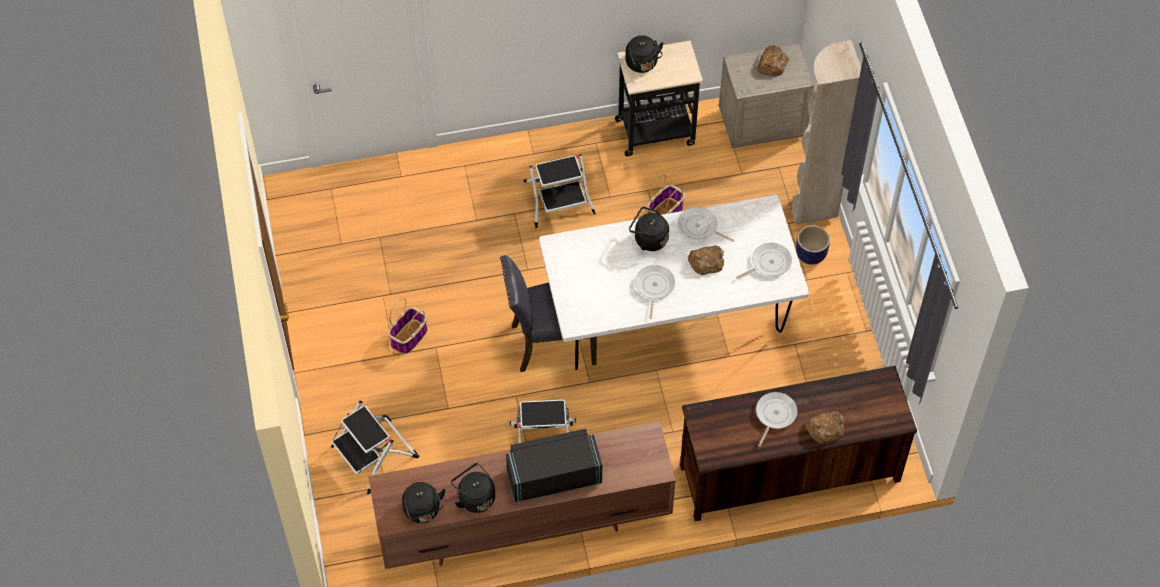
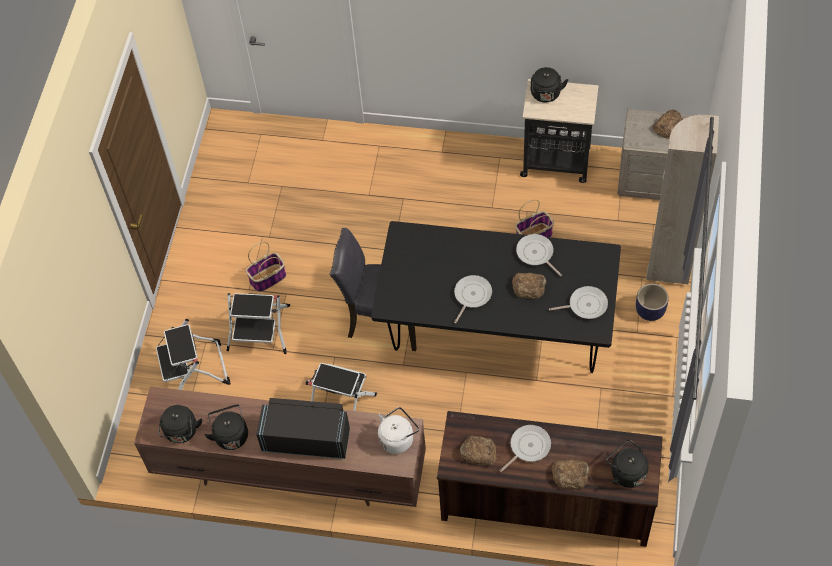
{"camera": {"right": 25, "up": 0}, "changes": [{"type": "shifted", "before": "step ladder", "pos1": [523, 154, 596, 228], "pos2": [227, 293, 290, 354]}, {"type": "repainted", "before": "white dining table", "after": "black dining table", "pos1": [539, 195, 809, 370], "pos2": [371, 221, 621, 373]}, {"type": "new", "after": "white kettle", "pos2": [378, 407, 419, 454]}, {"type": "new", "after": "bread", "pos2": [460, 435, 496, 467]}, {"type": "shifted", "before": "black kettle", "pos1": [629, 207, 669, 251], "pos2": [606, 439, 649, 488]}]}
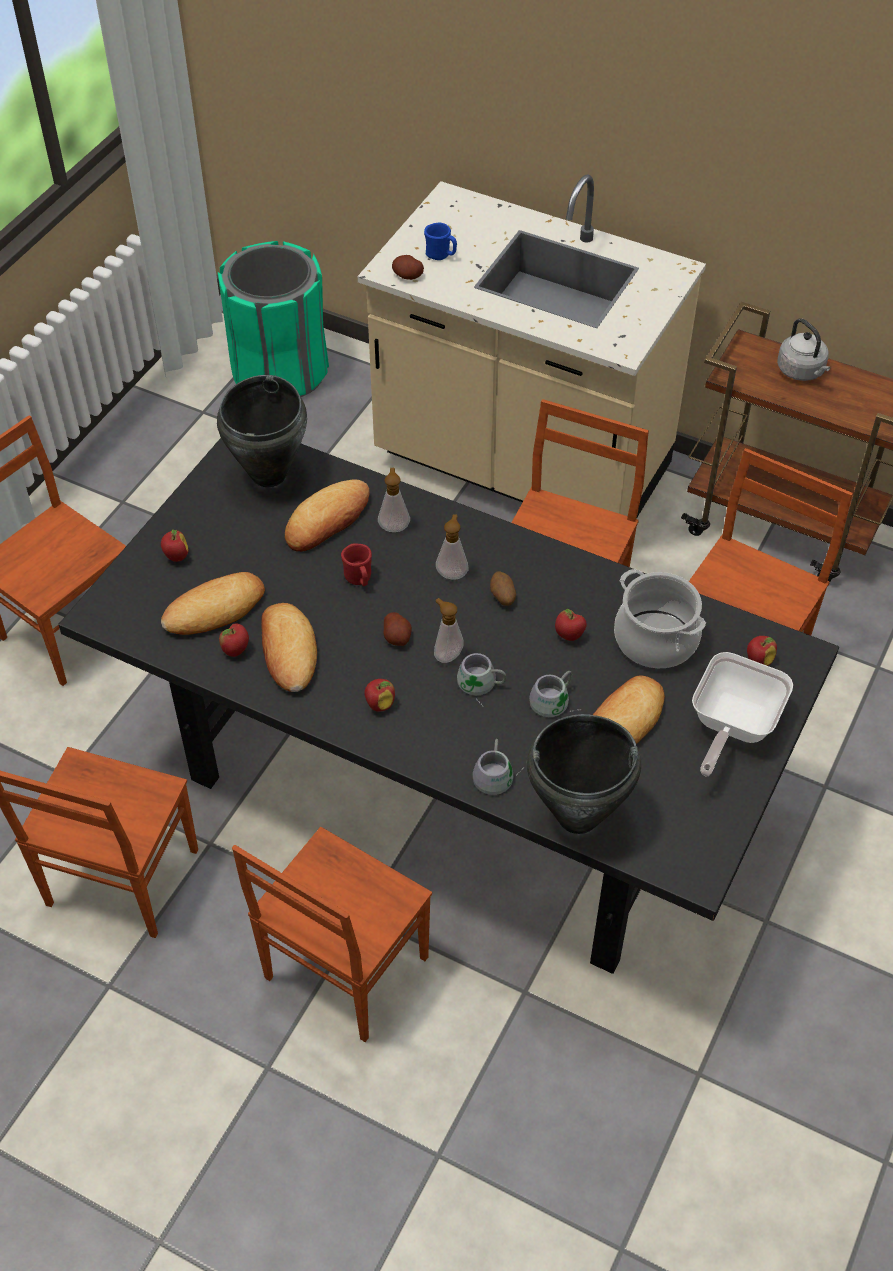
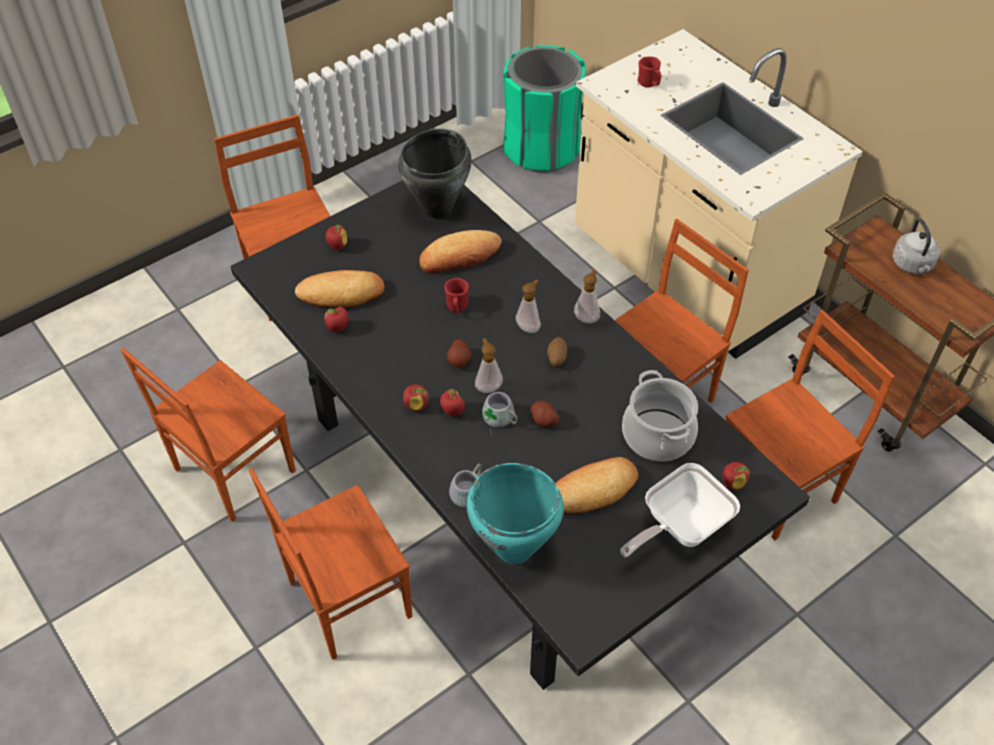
{"camera": {"right": 25, "up": 0}, "changes": [{"type": "shifted", "before": "apple", "pos1": [555, 609, 587, 641], "pos2": [440, 389, 465, 417]}, {"type": "repainted", "before": "black cooking pot", "after": "turquoise cooking pot", "pos1": [527, 714, 641, 834], "pos2": [467, 463, 564, 564]}, {"type": "shifted", "before": "potato", "pos1": [392, 255, 424, 280], "pos2": [531, 401, 559, 427]}, {"type": "shifted", "before": "soap dispenser", "pos1": [378, 468, 410, 532], "pos2": [574, 270, 600, 323]}, {"type": "repainted", "before": "blue mug", "after": "red mug", "pos1": [424, 223, 457, 260], "pos2": [637, 56, 661, 88]}, {"type": "gone", "before": "bread", "pos1": [261, 603, 317, 692]}, {"type": "gone", "before": "grey mug", "pos1": [529, 671, 581, 717]}]}
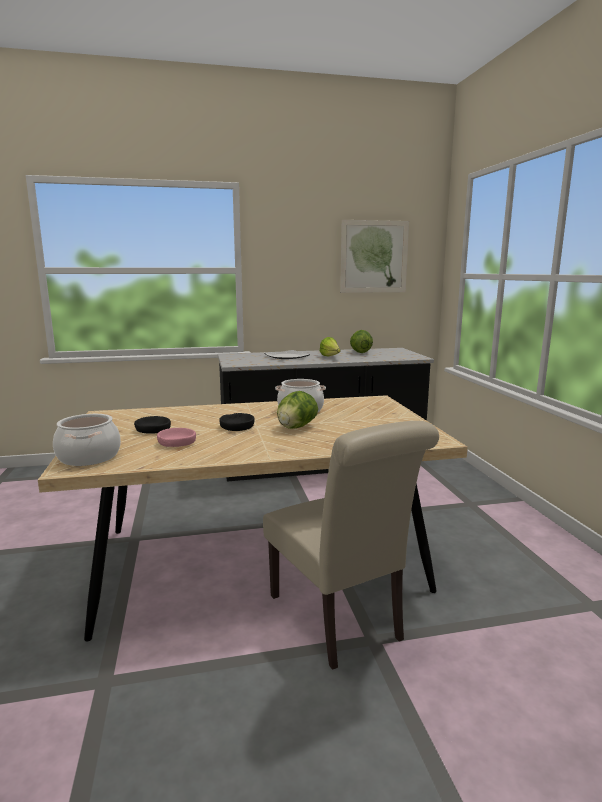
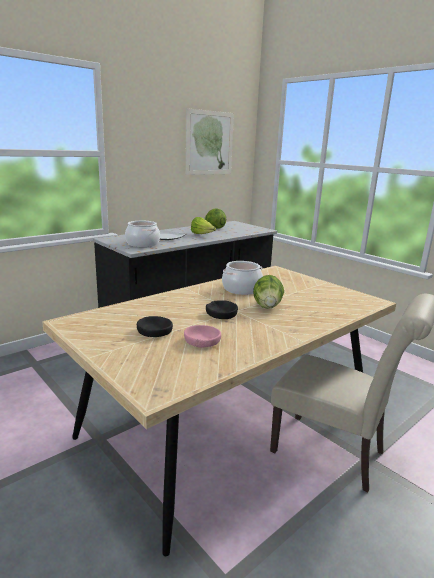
{"camera": {"right": -30, "up": 5}, "changes": [{"type": "shifted", "before": "cooking pot", "pos1": [53, 414, 121, 466], "pos2": [125, 221, 160, 247]}]}
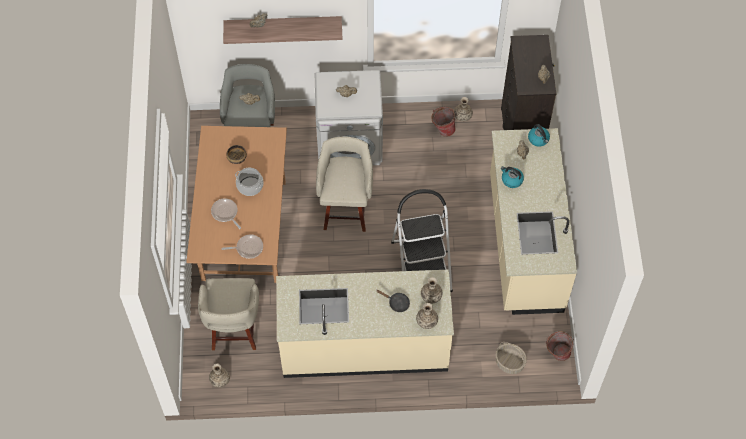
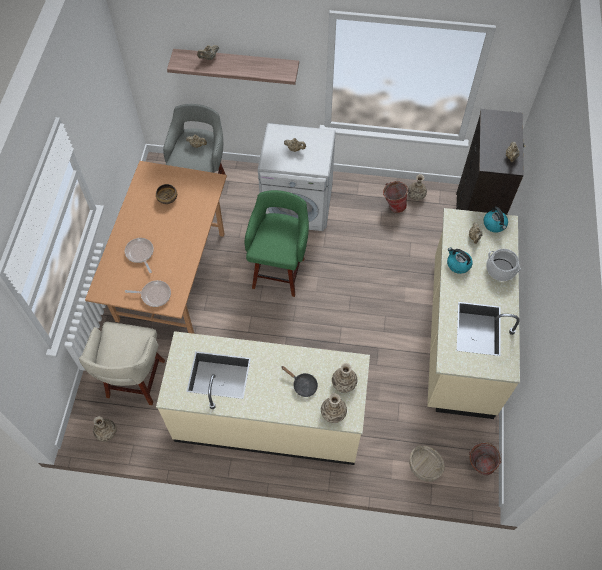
{"camera": {"right": 10, "up": 0}, "changes": [{"type": "repainted", "before": "beige stool", "after": "green stool", "pos1": [316, 137, 373, 232], "pos2": [245, 190, 309, 297]}, {"type": "shifted", "before": "cooking pot", "pos1": [235, 168, 264, 196], "pos2": [486, 249, 521, 281]}, {"type": "gone", "before": "step ladder", "pos1": [391, 189, 453, 292]}]}
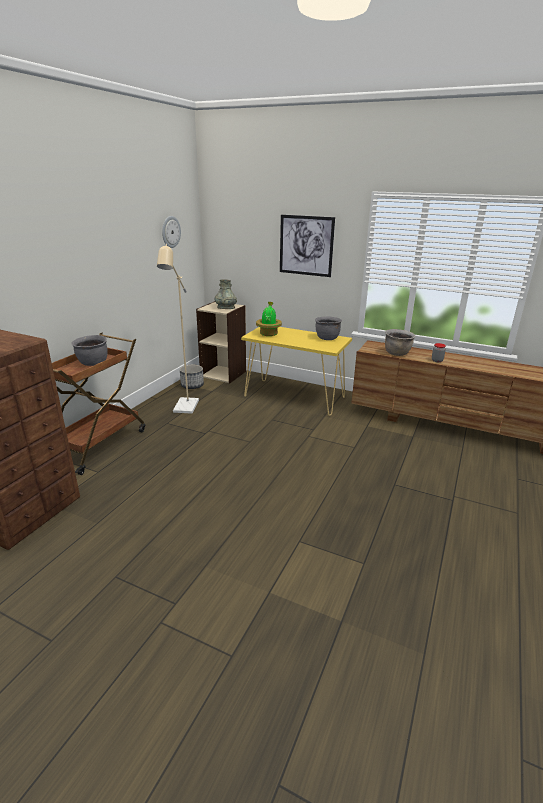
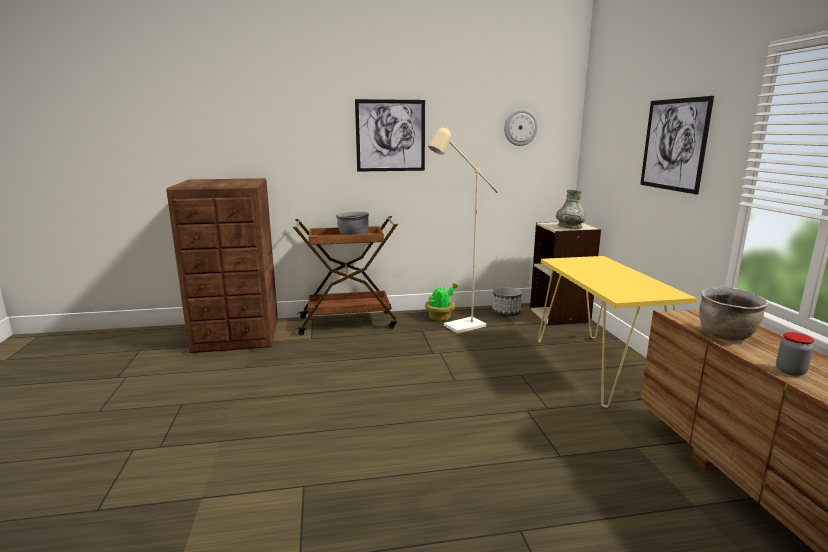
{"camera": {"right": 55, "up": -10}, "changes": [{"type": "new", "after": "picture", "pos2": [355, 99, 425, 172]}, {"type": "shifted", "before": "potted plant", "pos1": [256, 302, 282, 336], "pos2": [425, 283, 459, 321]}, {"type": "gone", "before": "grey cooking pot", "pos1": [315, 316, 342, 340]}]}
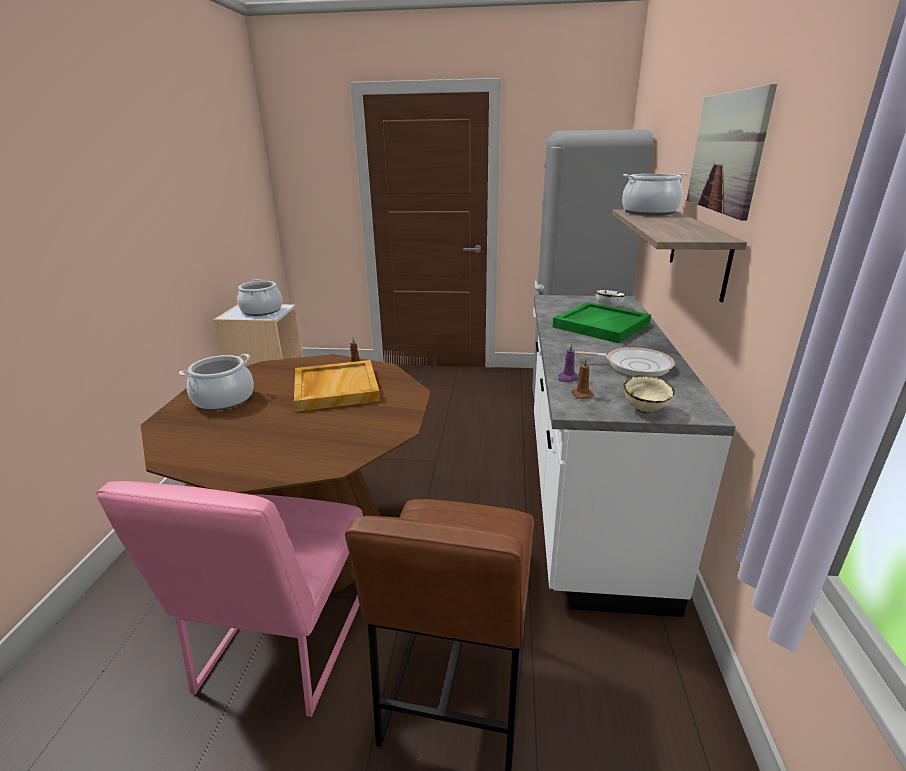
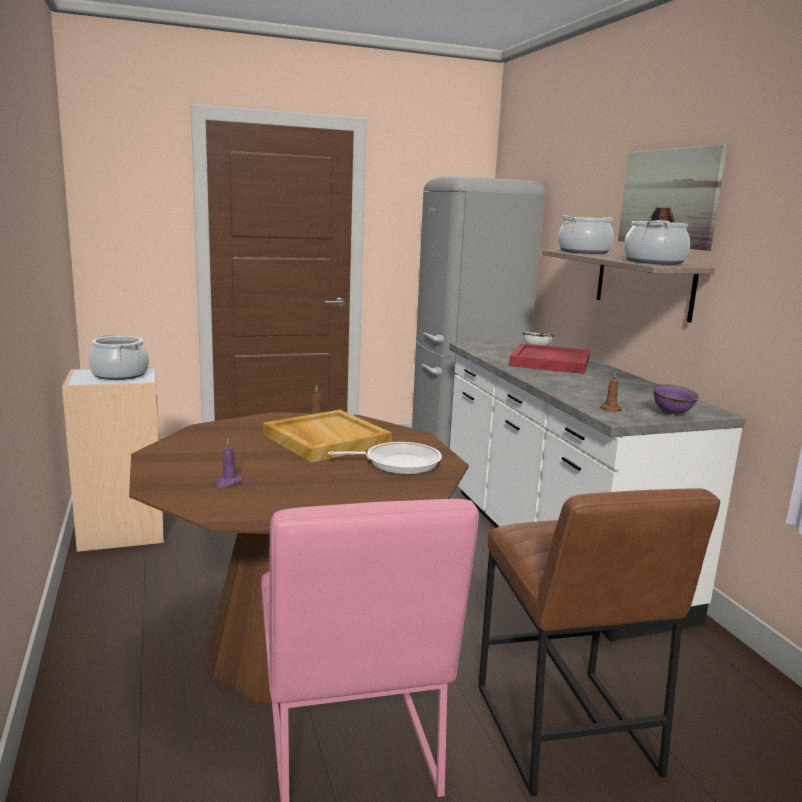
{"camera": {"right": -25, "up": -10}, "changes": [{"type": "shifted", "before": "purple candle", "pos1": [558, 343, 579, 382], "pos2": [216, 439, 243, 487]}, {"type": "shifted", "before": "frying pan", "pos1": [574, 347, 675, 377], "pos2": [328, 442, 442, 474]}, {"type": "repainted", "before": "green tray", "after": "red tray", "pos1": [553, 302, 651, 343], "pos2": [509, 343, 590, 374]}, {"type": "shifted", "before": "cooking pot", "pos1": [179, 354, 254, 411], "pos2": [623, 220, 690, 265]}, {"type": "repainted", "before": "beige bowl", "after": "purple bowl", "pos1": [623, 375, 675, 413], "pos2": [653, 384, 699, 416]}]}
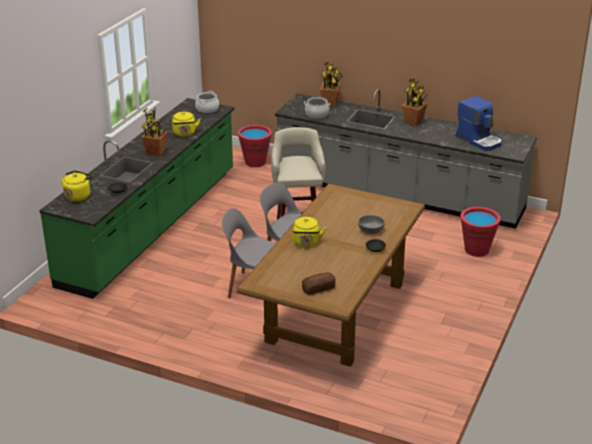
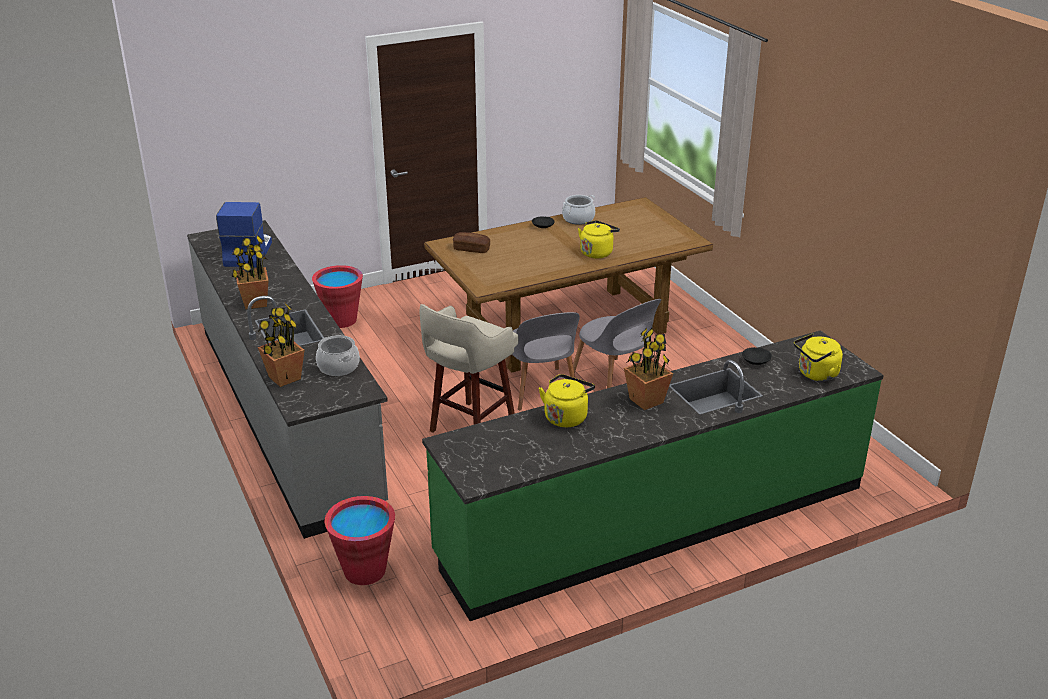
{"camera": {"right": -140, "up": 0}, "changes": [{"type": "shifted", "before": "bread", "pos1": [302, 273, 336, 295], "pos2": [453, 232, 490, 253]}, {"type": "shifted", "before": "cooking pot", "pos1": [195, 91, 219, 114], "pos2": [562, 195, 595, 225]}, {"type": "gone", "before": "grey bowl", "pos1": [358, 215, 385, 234]}]}
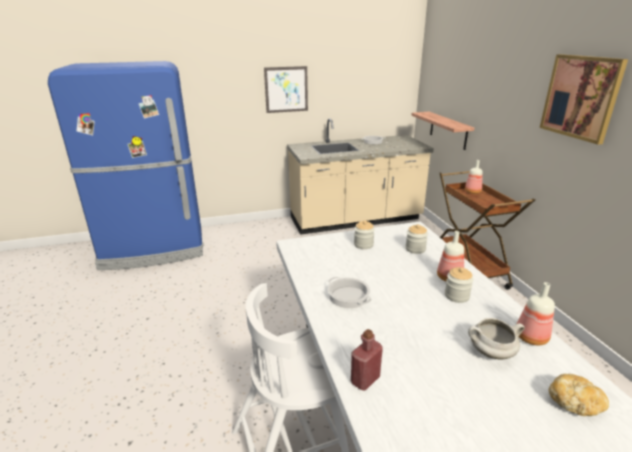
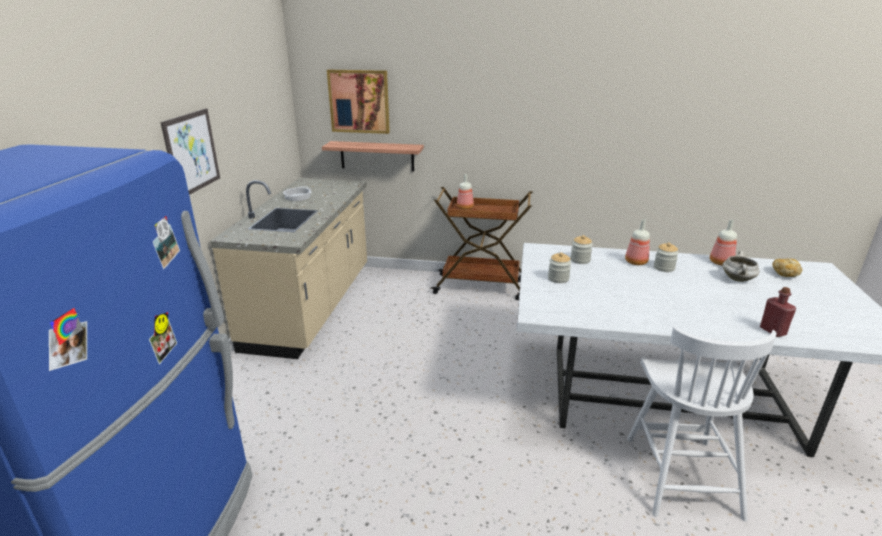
{"camera": {"right": -65, "up": 0}, "changes": [{"type": "shifted", "before": "picture", "pos1": [540, 54, 628, 145], "pos2": [327, 70, 390, 134]}, {"type": "gone", "before": "cooking pot", "pos1": [328, 277, 372, 308]}]}
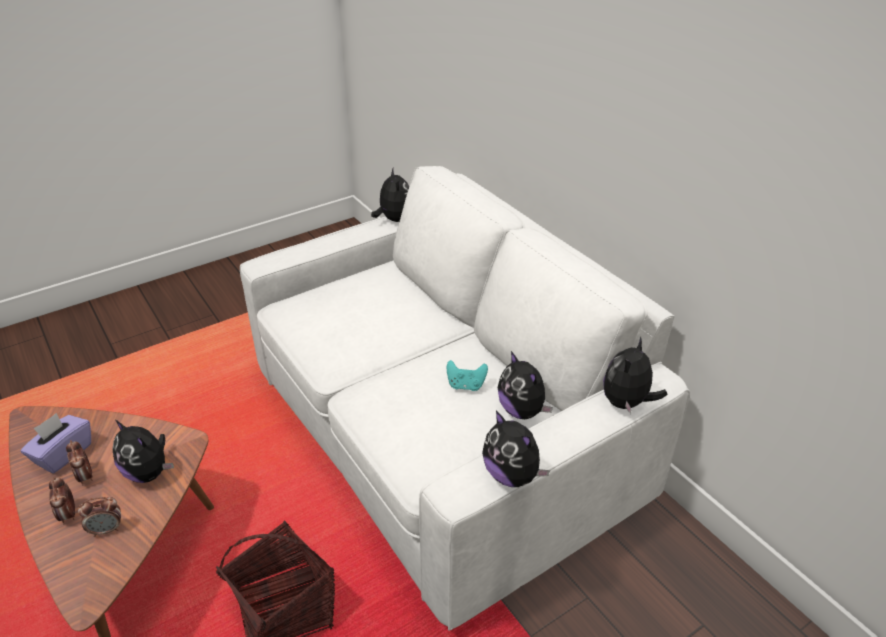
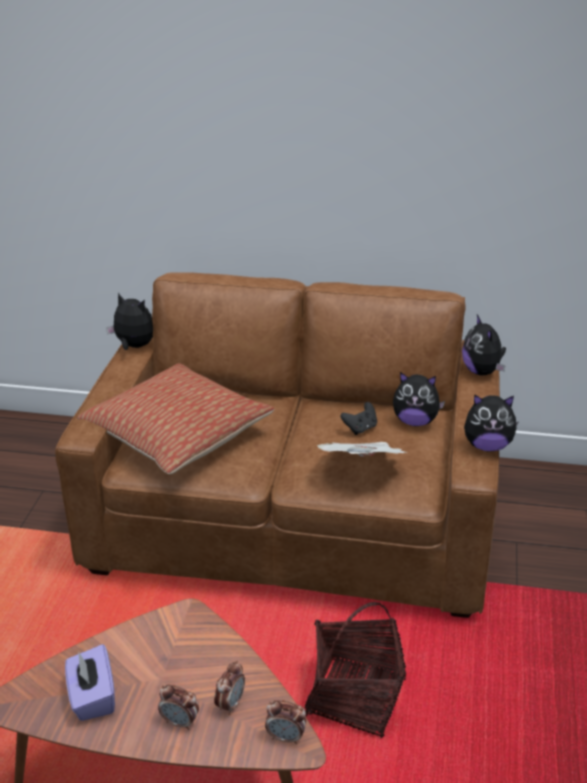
{"camera": {"right": -45, "up": -5}, "changes": [{"type": "repainted", "before": "white sofa", "after": "brown sofa", "pos1": [240, 166, 690, 631], "pos2": [55, 272, 500, 618]}, {"type": "new", "after": "pillow", "pos2": [77, 363, 274, 474]}, {"type": "shifted", "before": "alarm clock", "pos1": [66, 440, 92, 486], "pos2": [265, 700, 306, 744]}, {"type": "new", "after": "newspaper", "pos2": [317, 442, 408, 457]}, {"type": "repainted", "before": "turquoise game controller", "after": "black game controller", "pos1": [446, 360, 488, 391], "pos2": [341, 402, 377, 435]}, {"type": "gone", "before": "plush toy", "pos1": [112, 420, 174, 483]}]}
